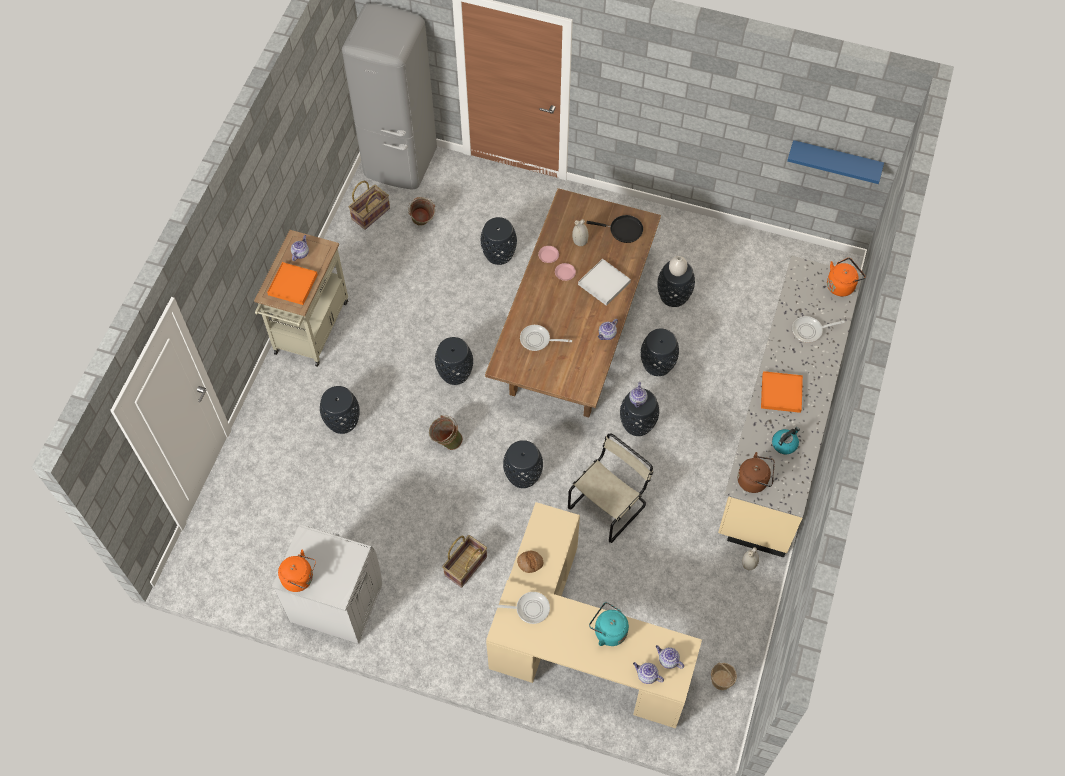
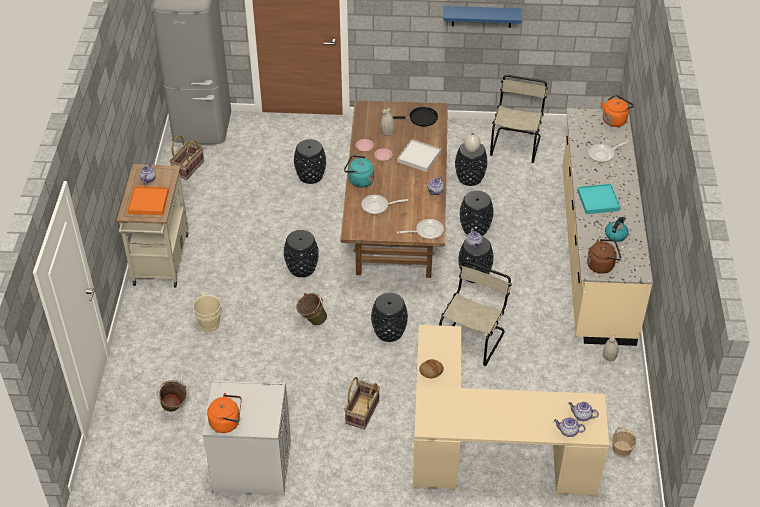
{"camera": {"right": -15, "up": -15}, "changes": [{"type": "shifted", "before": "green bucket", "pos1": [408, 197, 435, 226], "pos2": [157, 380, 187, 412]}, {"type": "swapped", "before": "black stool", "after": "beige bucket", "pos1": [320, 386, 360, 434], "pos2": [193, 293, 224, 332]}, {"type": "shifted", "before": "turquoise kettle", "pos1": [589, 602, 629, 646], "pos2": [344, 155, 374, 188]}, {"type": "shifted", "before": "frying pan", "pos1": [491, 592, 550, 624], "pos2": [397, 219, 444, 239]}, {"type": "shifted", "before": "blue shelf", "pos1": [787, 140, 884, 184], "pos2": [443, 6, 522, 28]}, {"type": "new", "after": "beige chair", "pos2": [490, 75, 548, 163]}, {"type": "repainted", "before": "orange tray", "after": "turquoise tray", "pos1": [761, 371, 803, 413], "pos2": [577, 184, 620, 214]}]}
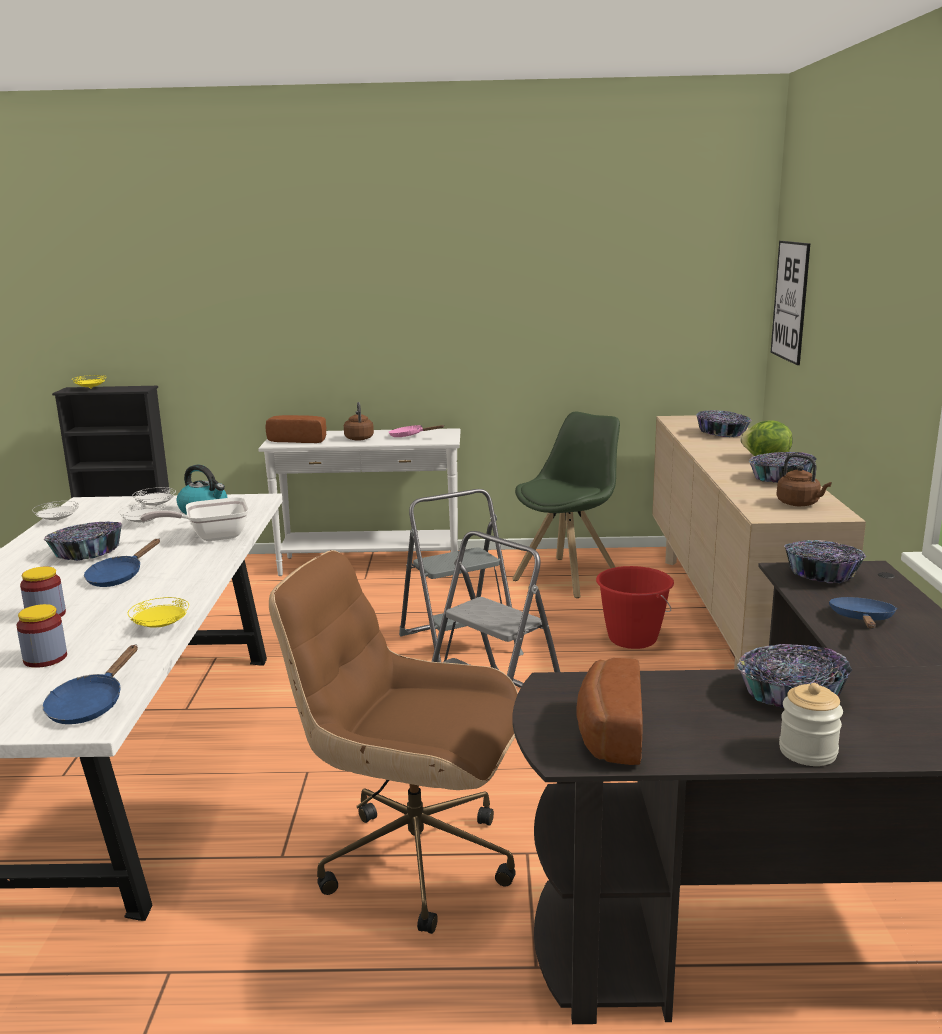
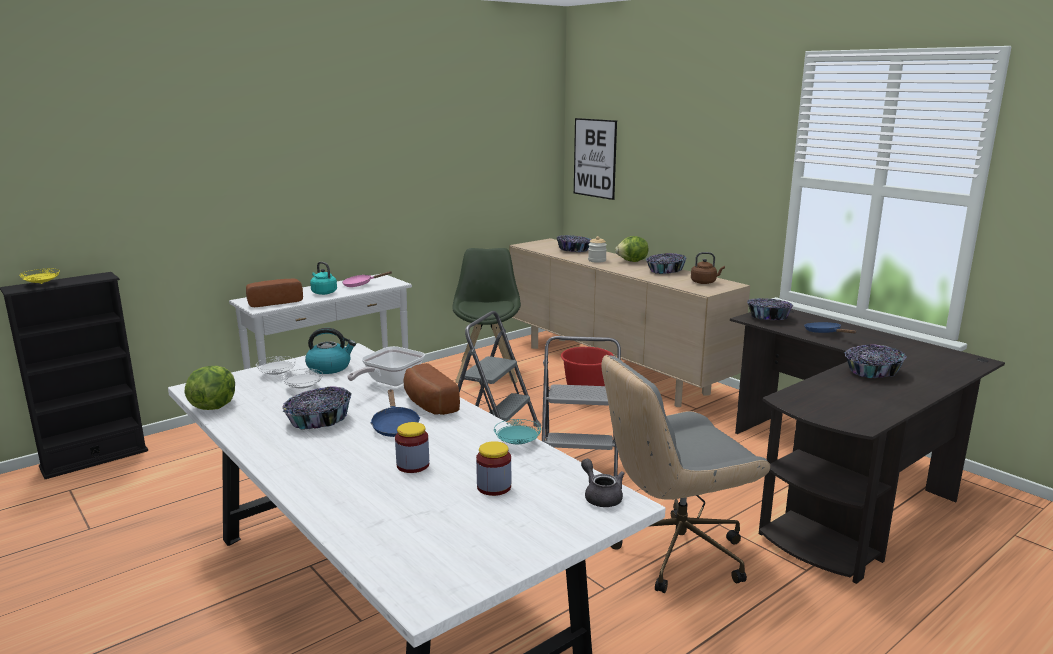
{"camera": {"right": -40, "up": 0}, "changes": [{"type": "swapped", "before": "white plate", "after": "lettuce", "pos1": [32, 501, 79, 521], "pos2": [184, 366, 235, 410]}, {"type": "repainted", "before": "brown kettle", "after": "turquoise kettle", "pos1": [344, 402, 374, 441], "pos2": [310, 262, 337, 295]}, {"type": "shifted", "before": "bread", "pos1": [576, 658, 643, 765], "pos2": [404, 363, 460, 415]}, {"type": "repainted", "before": "yellow plate", "after": "turquoise plate", "pos1": [128, 597, 189, 628], "pos2": [494, 419, 541, 444]}, {"type": "swapped", "before": "blue frying pan", "after": "grey teapot", "pos1": [43, 645, 138, 724], "pos2": [581, 459, 625, 507]}, {"type": "shifted", "before": "jar", "pos1": [779, 683, 843, 766], "pos2": [588, 236, 607, 263]}, {"type": "repainted", "before": "brown office chair", "after": "grey office chair", "pos1": [269, 550, 518, 934], "pos2": [601, 355, 770, 593]}]}
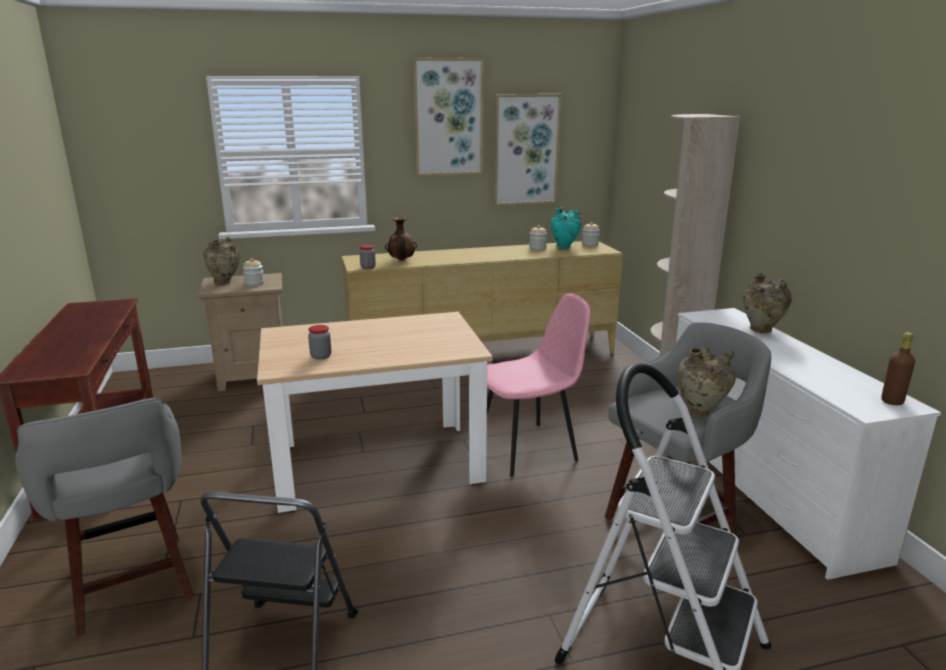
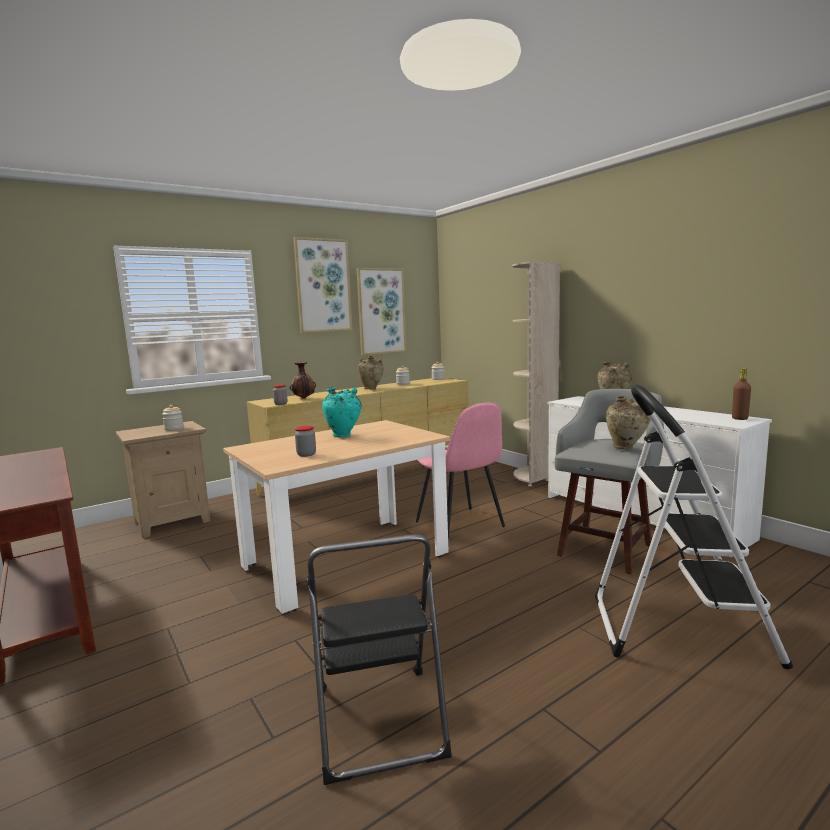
{"camera": {"right": -20, "up": -10}, "changes": [{"type": "shifted", "before": "turquoise vase", "pos1": [551, 207, 582, 249], "pos2": [322, 387, 362, 438]}, {"type": "shifted", "before": "beige vase", "pos1": [203, 237, 241, 284], "pos2": [358, 356, 384, 389]}, {"type": "rotated", "before": "pink chair", "pos1": [487, 293, 590, 476], "pos2": [416, 403, 505, 541], "turn": 105}, {"type": "gone", "before": "grey stool", "pos1": [15, 398, 194, 636]}]}
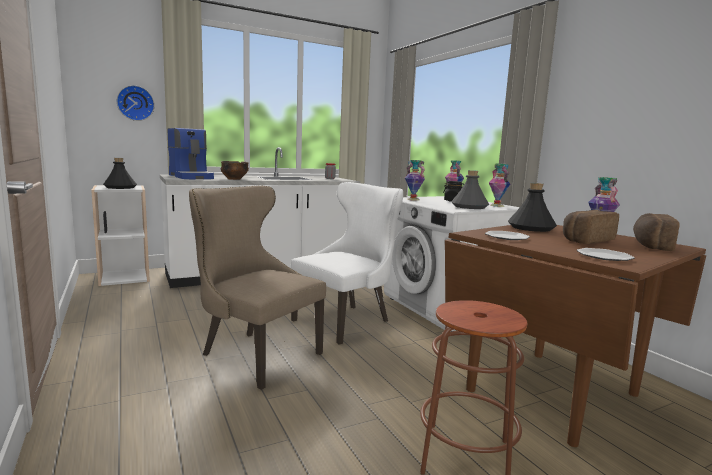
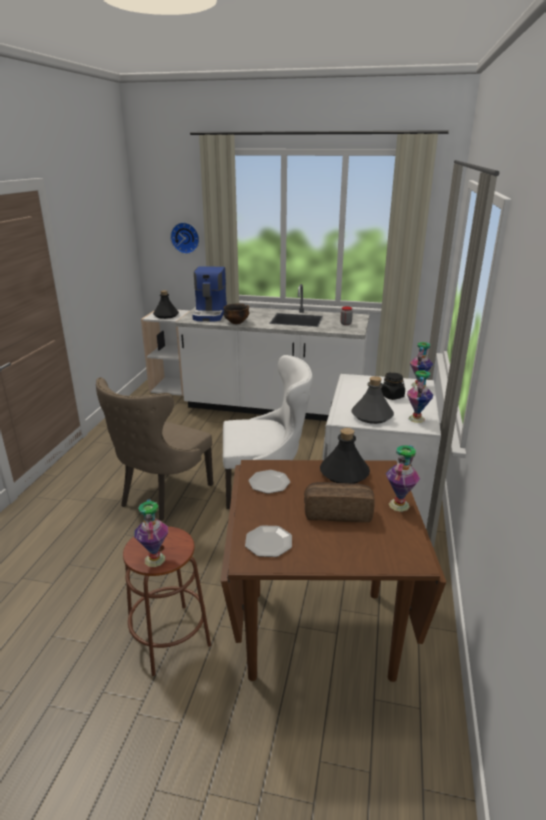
{"camera": {"right": 40, "up": 15}, "changes": [{"type": "rotated", "before": "beige chair", "pos1": [189, 185, 326, 390], "pos2": [96, 377, 213, 520], "turn": -135}, {"type": "shifted", "before": "vase", "pos1": [405, 160, 425, 201], "pos2": [134, 500, 168, 567]}, {"type": "gone", "before": "bread", "pos1": [633, 213, 680, 251]}]}
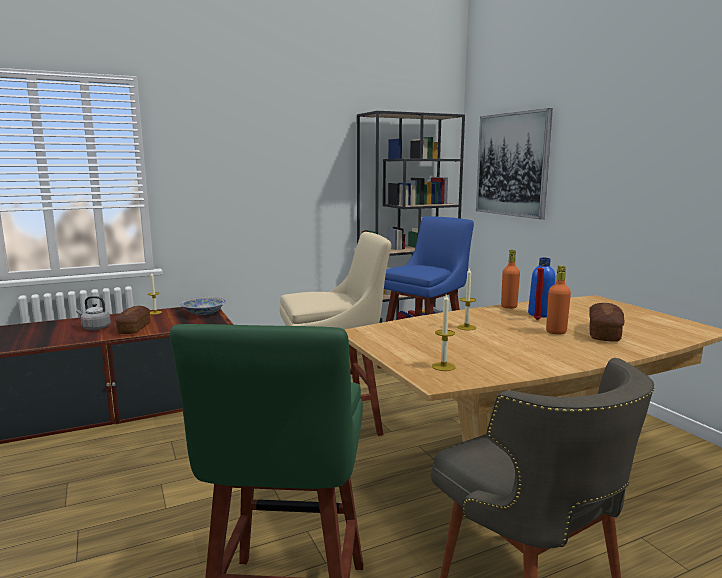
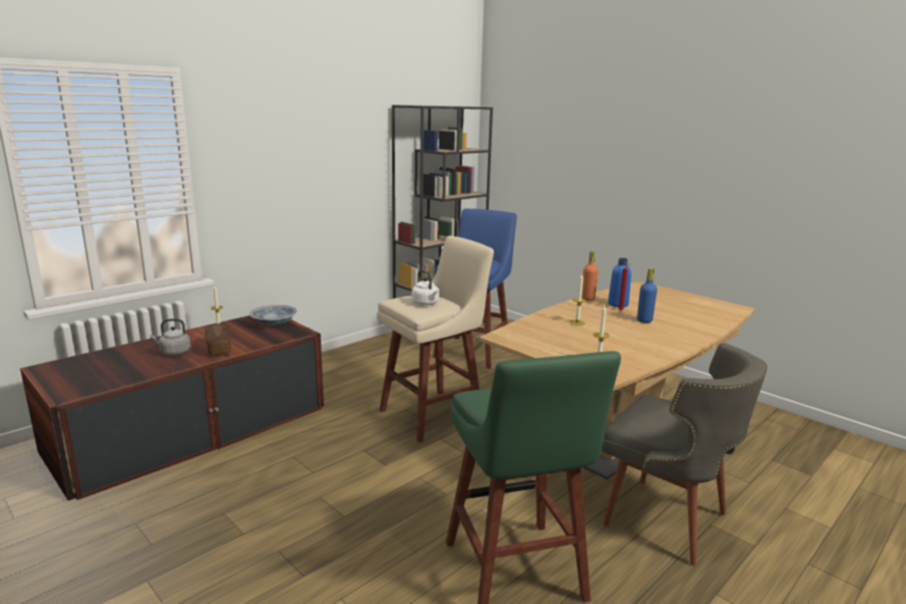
{"camera": {"right": -20, "up": 5}, "changes": [{"type": "new", "after": "white kettle", "pos2": [412, 270, 439, 305]}, {"type": "repainted", "before": "orange bottle", "after": "blue bottle", "pos1": [546, 265, 571, 335], "pos2": [637, 268, 657, 323]}, {"type": "gone", "before": "picture", "pos1": [476, 108, 553, 219]}, {"type": "gone", "before": "bread", "pos1": [589, 303, 624, 342]}]}
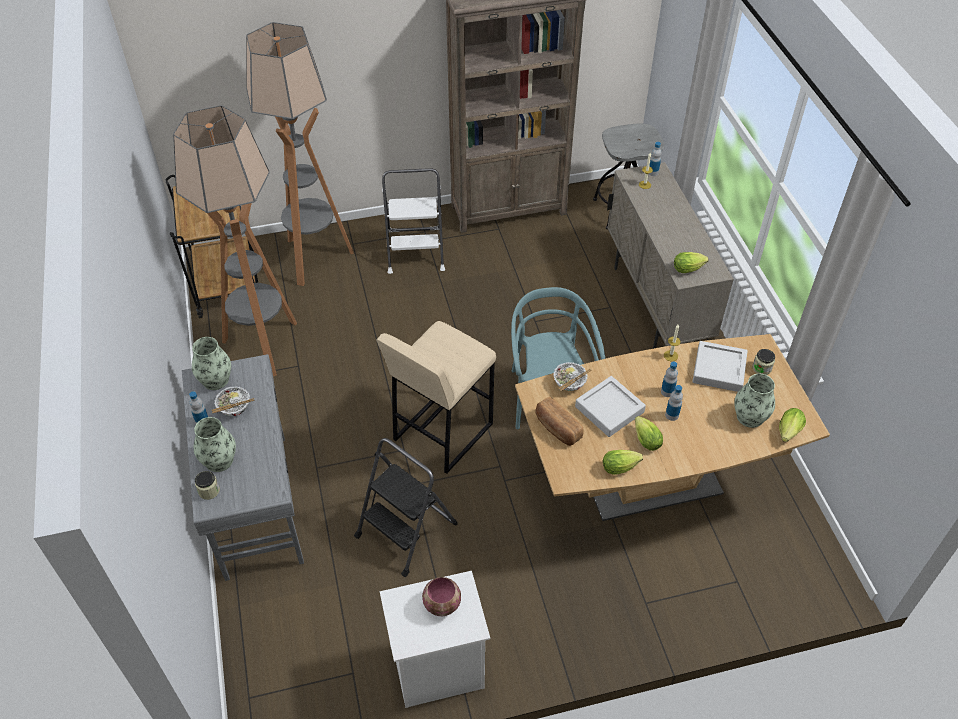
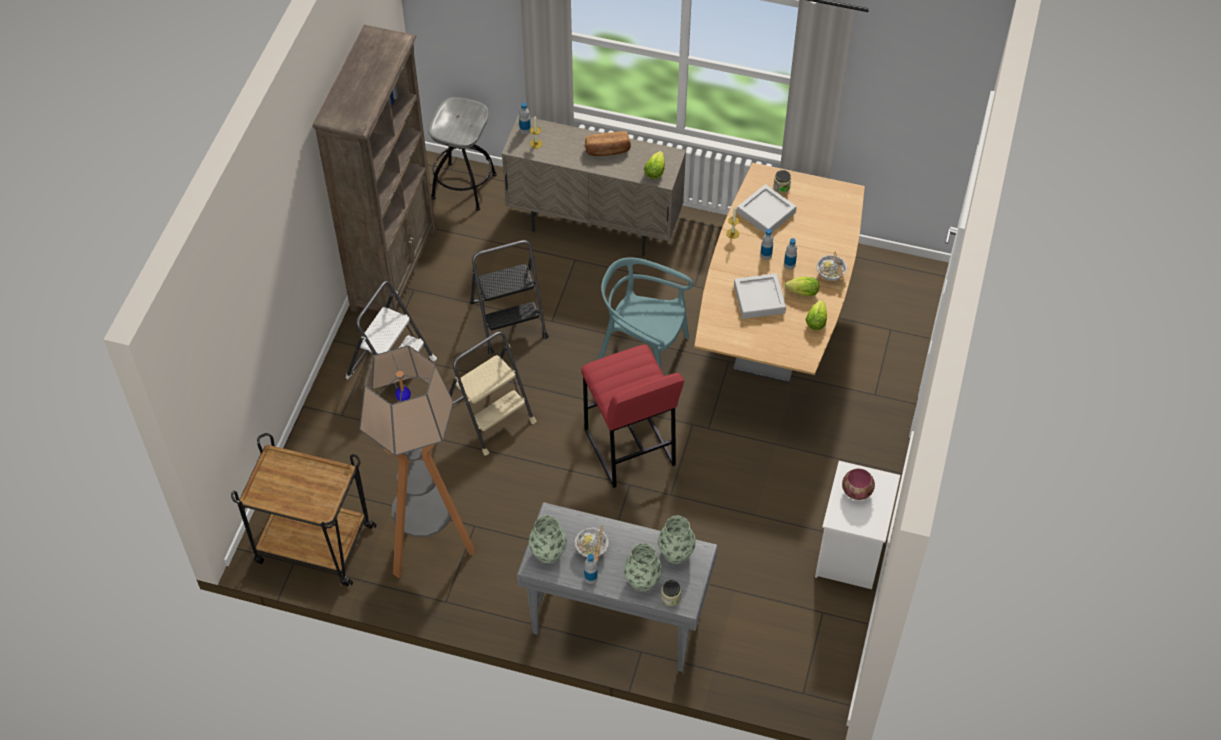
{"camera": {"right": -60, "up": 5}, "changes": [{"type": "new", "after": "beige step ladder", "pos2": [449, 332, 537, 456]}, {"type": "shifted", "before": "black step ladder", "pos1": [354, 438, 458, 577], "pos2": [470, 240, 549, 354]}, {"type": "repainted", "before": "beige stool", "after": "red stool", "pos1": [376, 321, 496, 474], "pos2": [581, 345, 684, 488]}, {"type": "shifted", "before": "bread", "pos1": [535, 397, 583, 446], "pos2": [585, 131, 631, 156]}, {"type": "shifted", "before": "vase", "pos1": [734, 374, 775, 428], "pos2": [658, 516, 696, 564]}, {"type": "shifted", "before": "bowl", "pos1": [553, 362, 592, 391], "pos2": [816, 251, 847, 281]}, {"type": "gone", "before": "floor lamp", "pos1": [246, 22, 354, 286]}, {"type": "gone", "before": "lettuce", "pos1": [779, 408, 806, 442]}]}
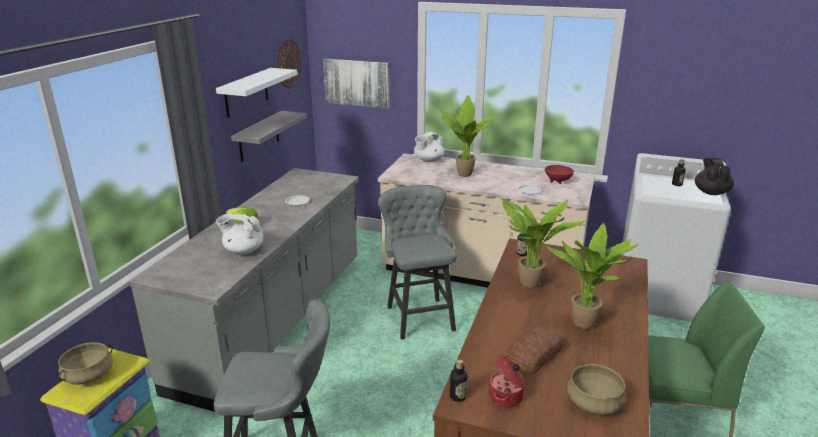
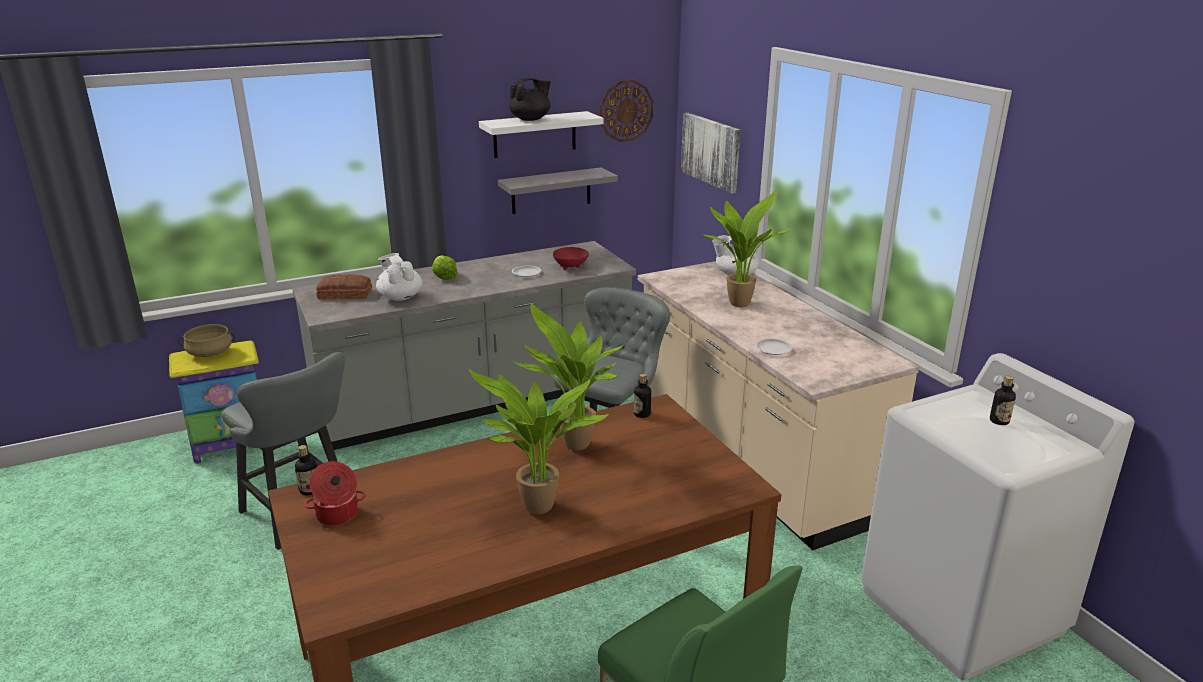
{"camera": {"right": 45, "up": 0}, "changes": [{"type": "shifted", "before": "bread", "pos1": [506, 327, 563, 375], "pos2": [316, 274, 372, 300]}, {"type": "shifted", "before": "black teapot", "pos1": [695, 158, 734, 195], "pos2": [509, 78, 551, 121]}, {"type": "shifted", "before": "red bowl", "pos1": [545, 165, 574, 184], "pos2": [553, 247, 589, 270]}, {"type": "gone", "before": "beige cooking pot", "pos1": [567, 363, 626, 415]}]}
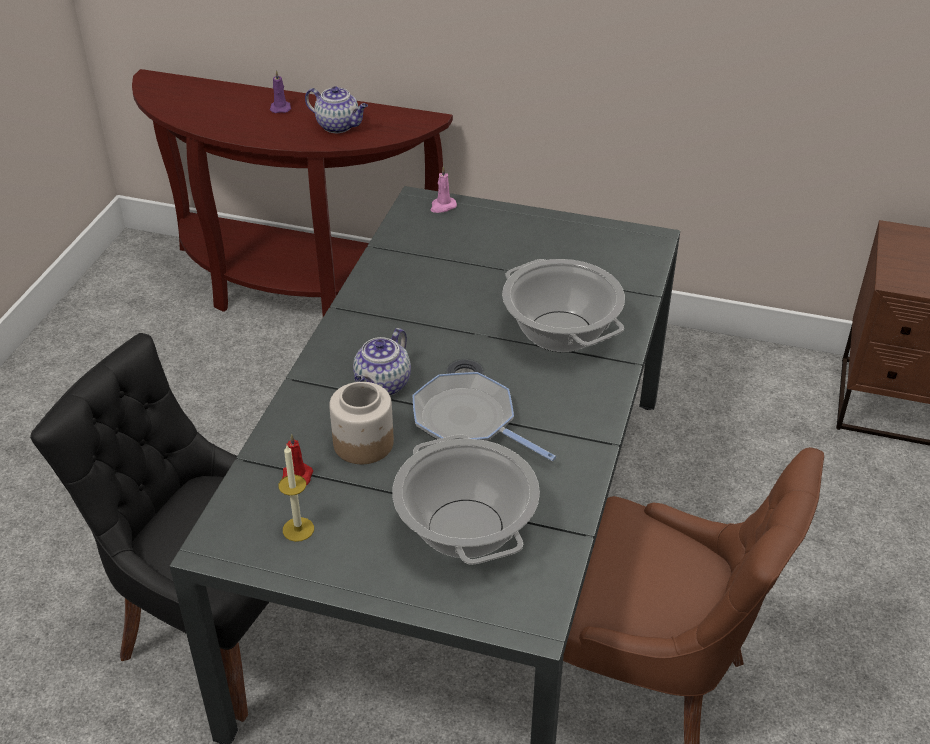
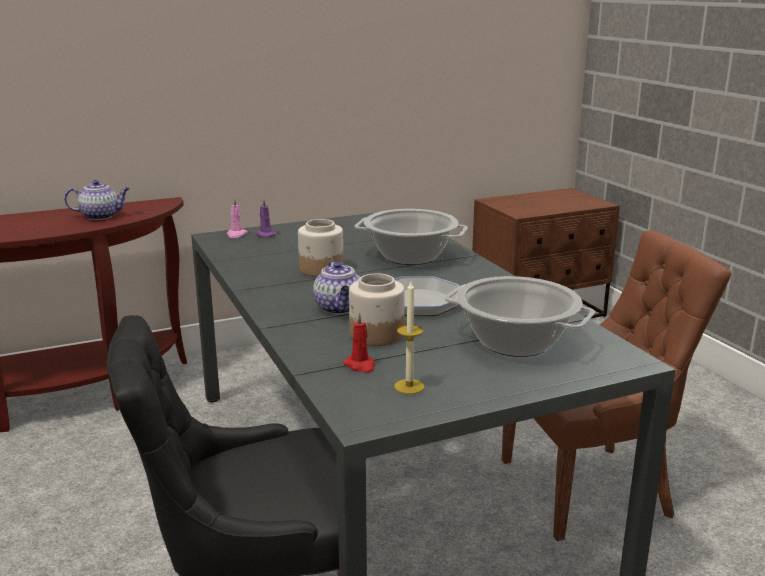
{"camera": {"right": -40, "up": -20}, "changes": [{"type": "shifted", "before": "purple candle", "pos1": [270, 70, 291, 113], "pos2": [256, 199, 277, 237]}, {"type": "new", "after": "jar", "pos2": [298, 219, 344, 277]}]}
